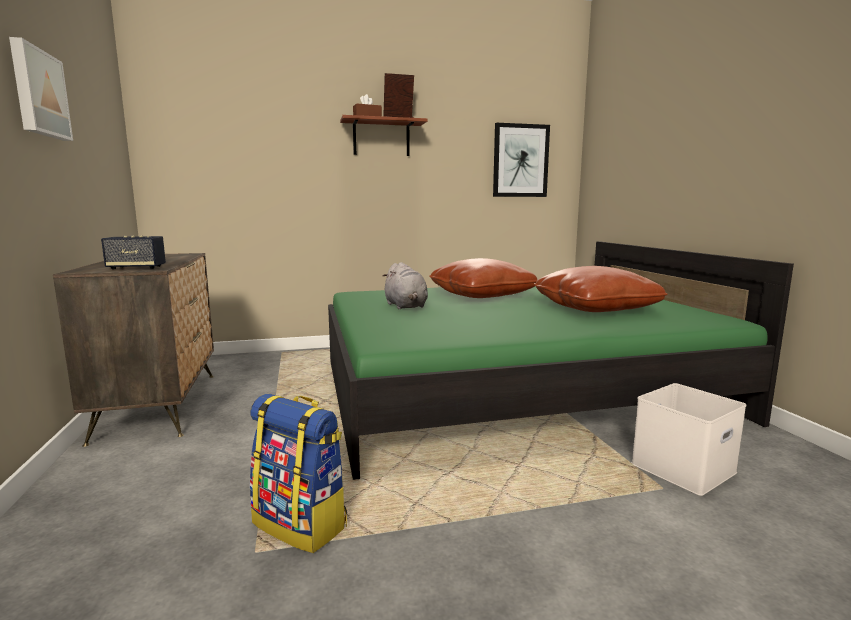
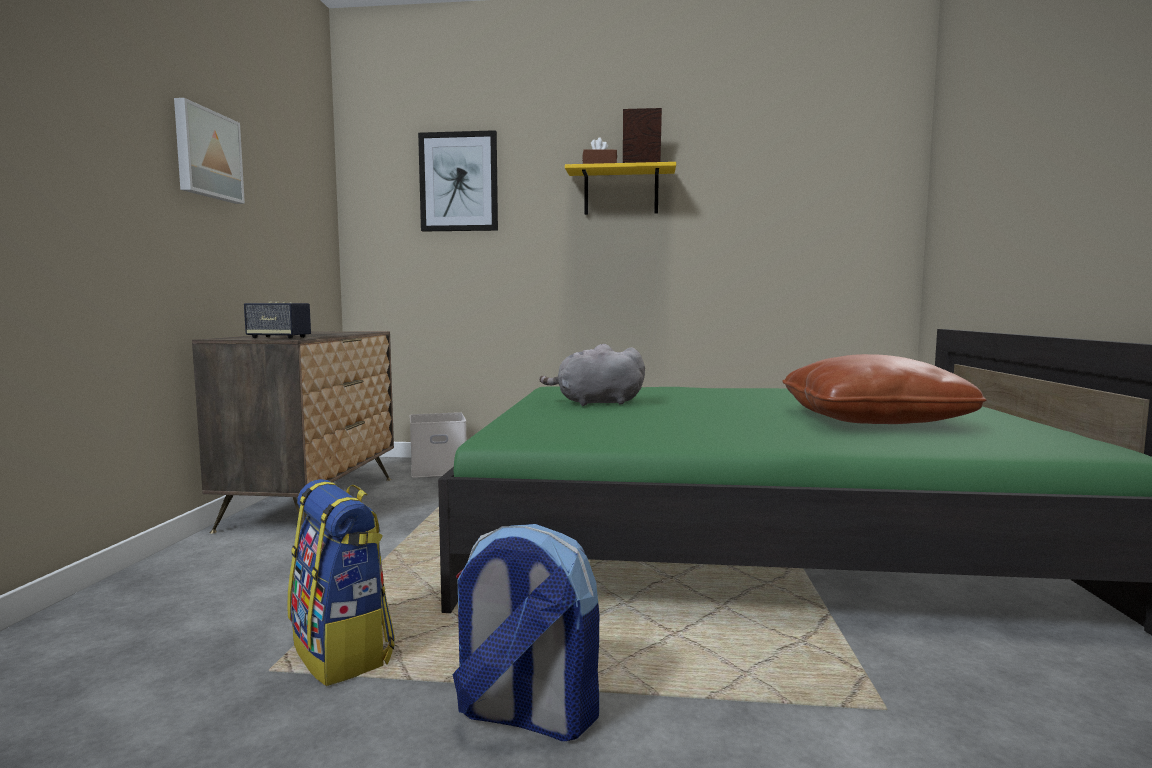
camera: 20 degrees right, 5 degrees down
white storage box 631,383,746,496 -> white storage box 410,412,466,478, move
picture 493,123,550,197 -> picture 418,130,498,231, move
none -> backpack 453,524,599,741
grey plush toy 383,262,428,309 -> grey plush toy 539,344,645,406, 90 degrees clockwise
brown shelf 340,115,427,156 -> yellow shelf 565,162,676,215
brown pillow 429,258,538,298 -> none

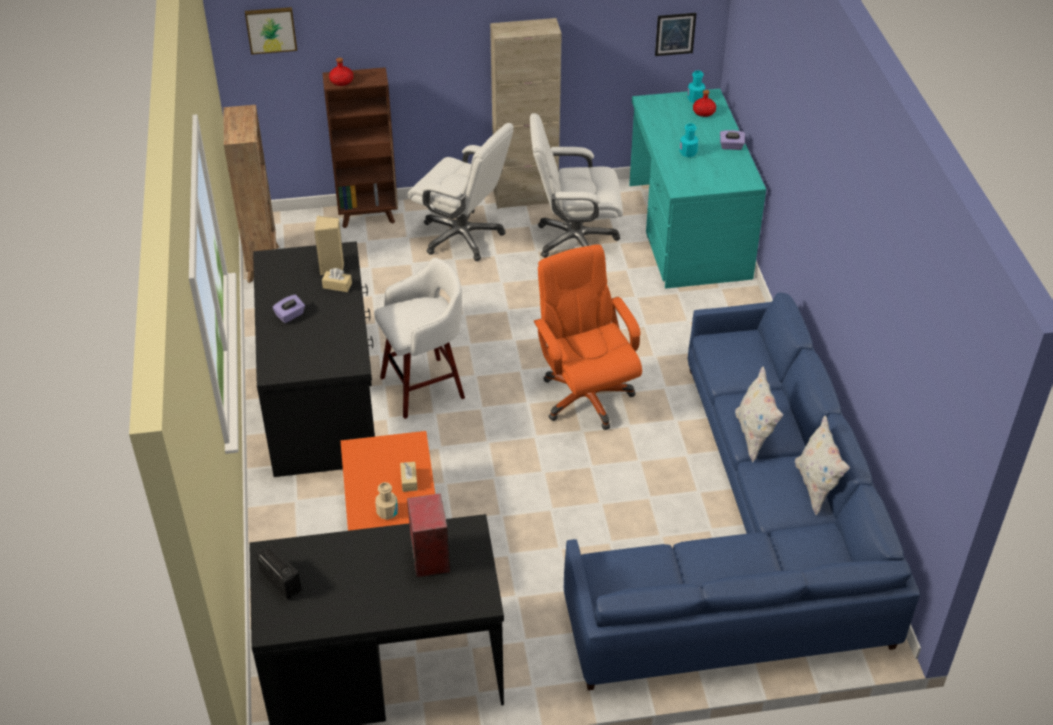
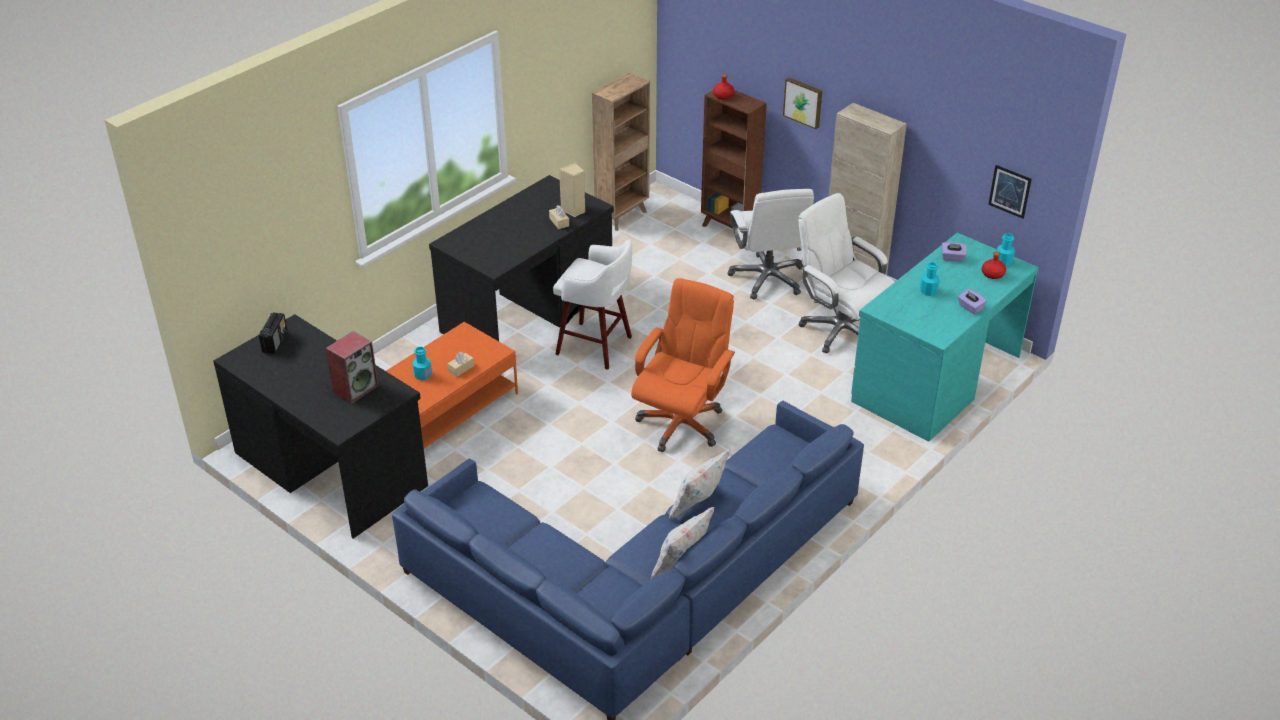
camera: 50 degrees right, 5 degrees down
beige bottle 375,482,398,520 -> turquoise bottle 412,347,432,380
picture 245,7,297,55 -> picture 783,77,822,129, move
purple tissue box 273,295,305,323 -> purple tissue box 942,242,967,262, move

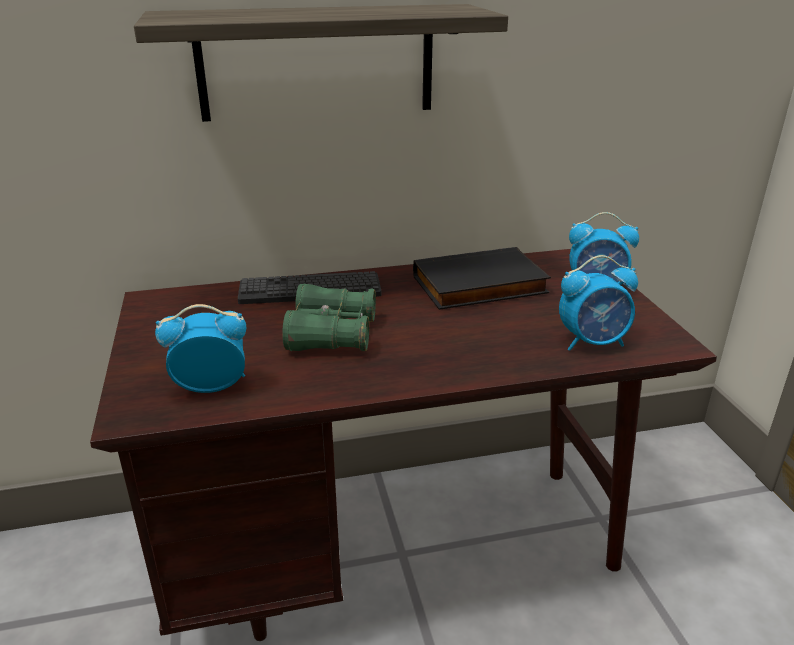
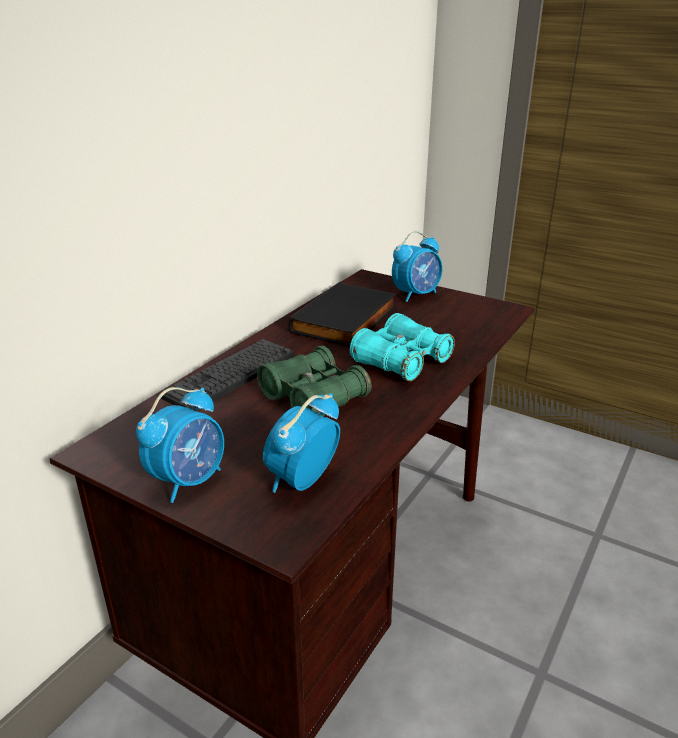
camera: 45 degrees left, 0 degrees up
alarm clock 559,255,638,351 -> alarm clock 136,387,224,503, move
none -> turquoise binoculars 350,313,455,381
shelf 134,4,508,122 -> none

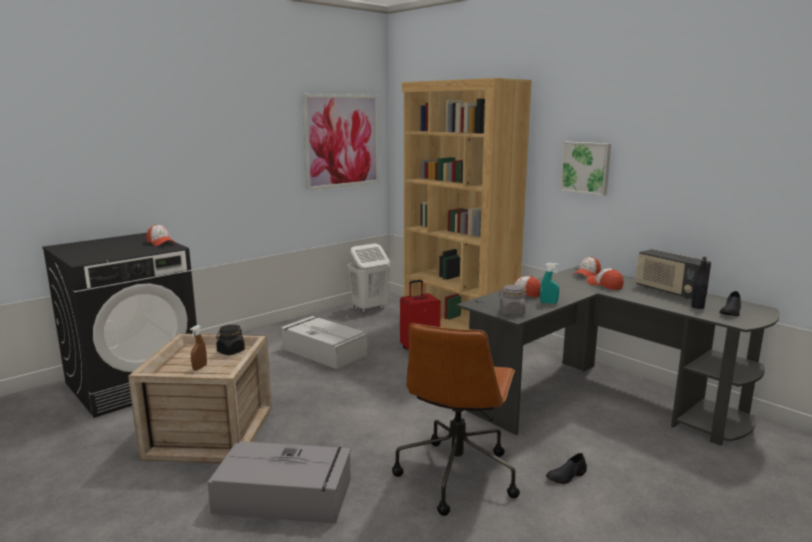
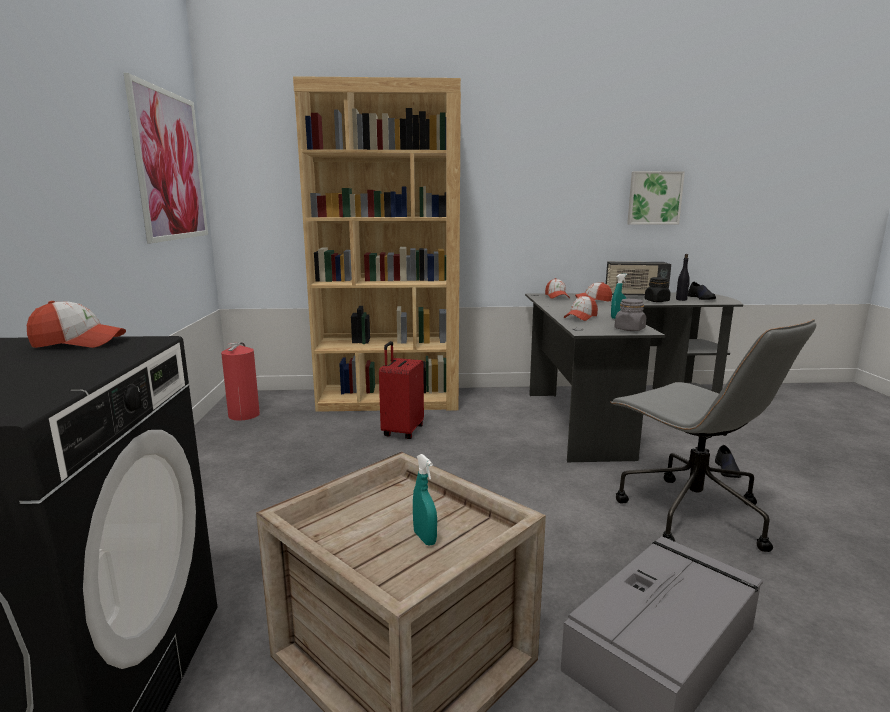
camera: 50 degrees left, 0 degrees up
white laundry basket 348,243,390,313 -> fire extinguisher 221,342,260,420
brown spray bottle 190,325,207,370 -> turquoise spray bottle 413,454,437,546
brown office chair 392,323,520,516 -> grey office chair 610,319,816,552
picture 560,141,611,196 -> picture 627,171,685,224, move
black jar 216,325,245,355 -> black jar 644,277,671,302, move
grey storage box 281,316,368,369 -> none

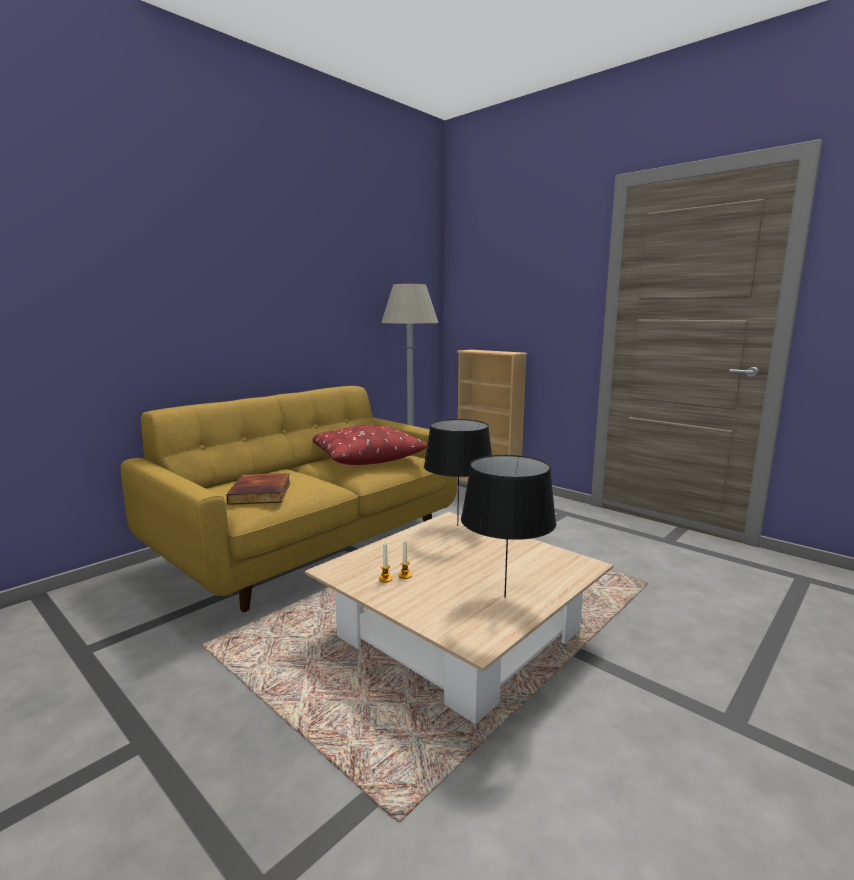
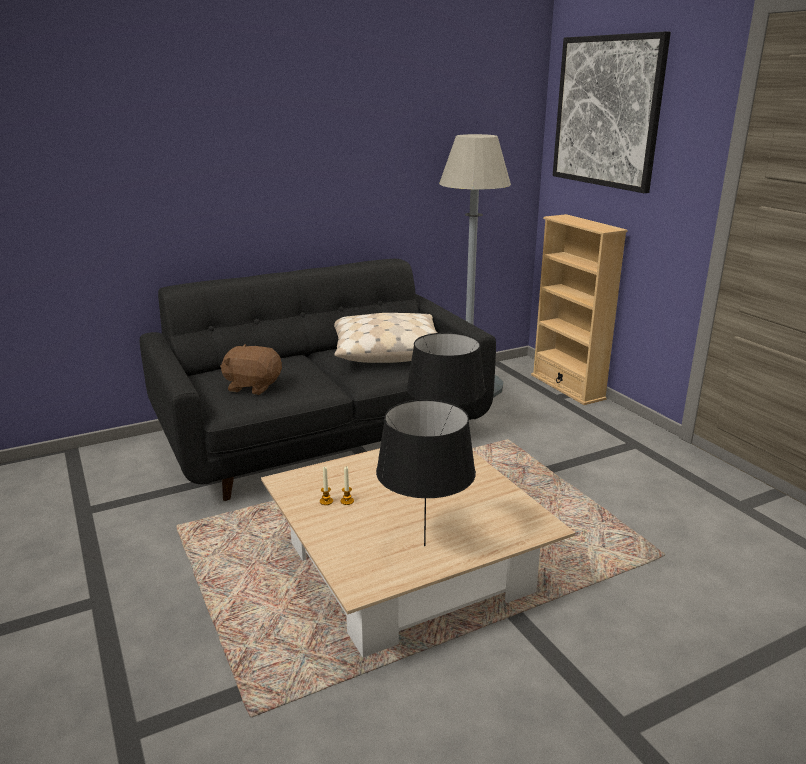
camera: 20 degrees right, 10 degrees up
yellow sofa 121,386,457,612 -> black sofa 140,259,496,501
book 226,473,291,505 -> brown plush toy 220,344,282,395
red pillow 313,425,427,465 -> beige pillow 334,313,438,363
none -> picture 553,32,671,193

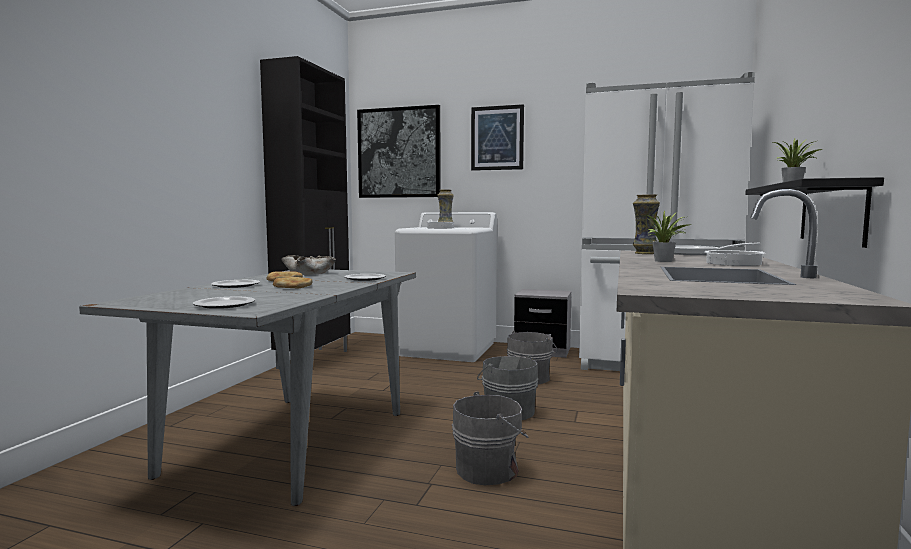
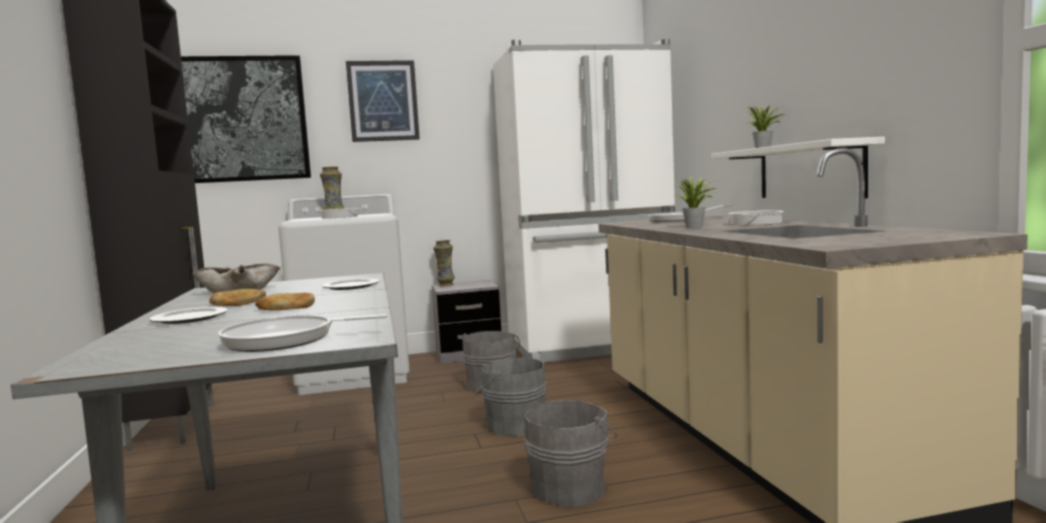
camera: 30 degrees left, 0 degrees up
plate 193,297,255,309 -> frying pan 218,314,387,352
vase 633,194,660,254 -> vase 433,240,455,286, move
black shelf 745,177,884,248 -> white shelf 711,137,885,198

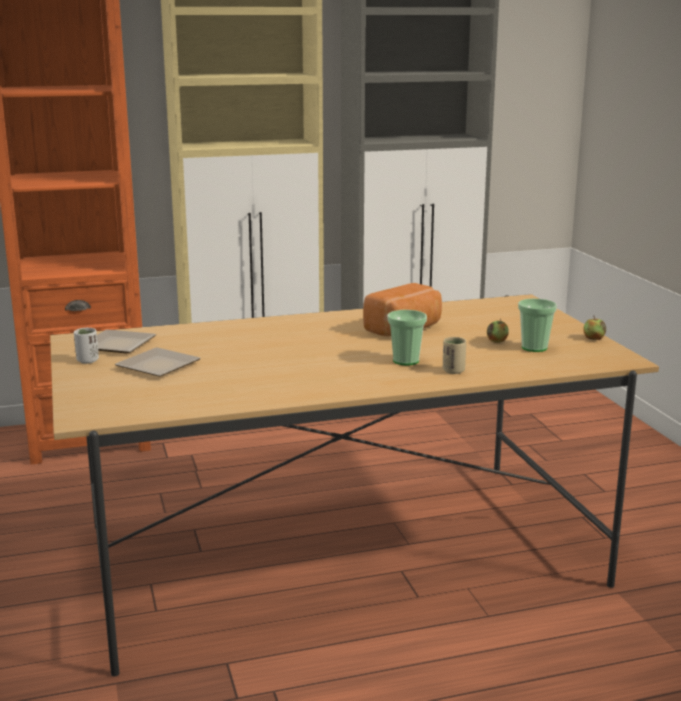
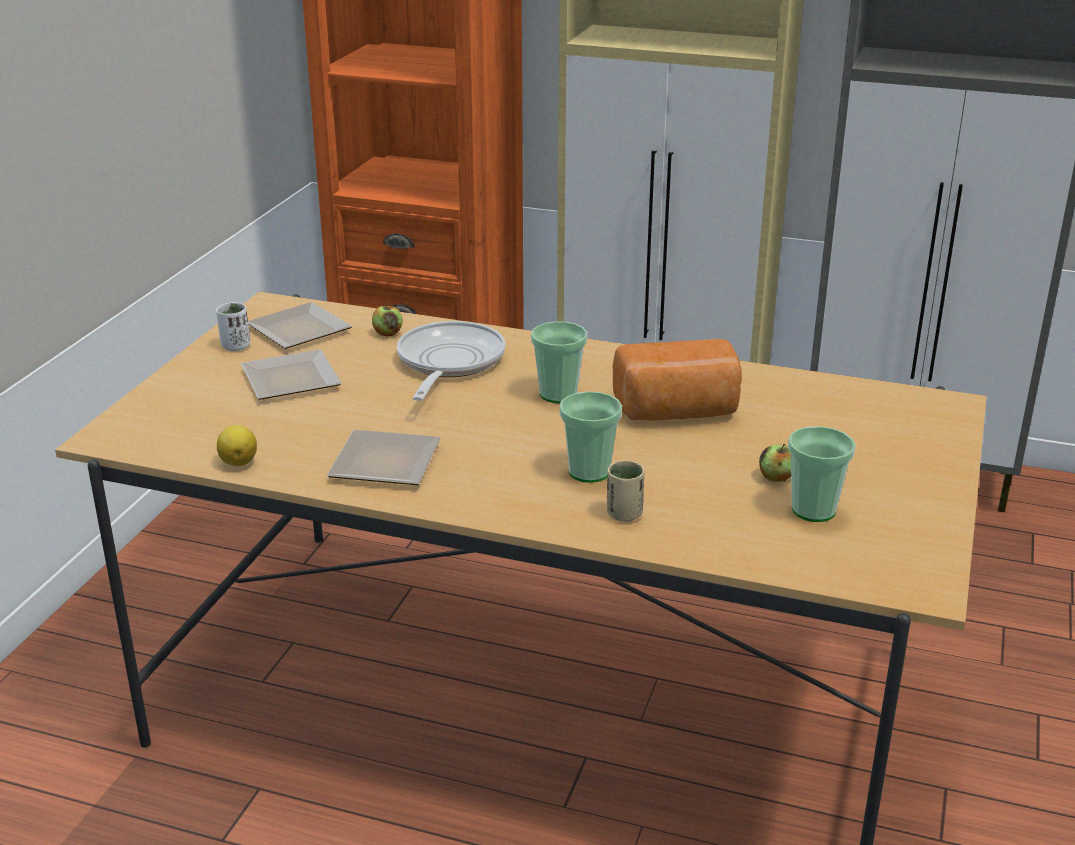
camera: 35 degrees right, 10 degrees up
none -> lemon 217,425,257,466
none -> plate 327,430,441,485
apple 583,317,606,340 -> apple 372,302,403,337, move
none -> frying pan 397,321,505,401
none -> cup 531,321,587,403

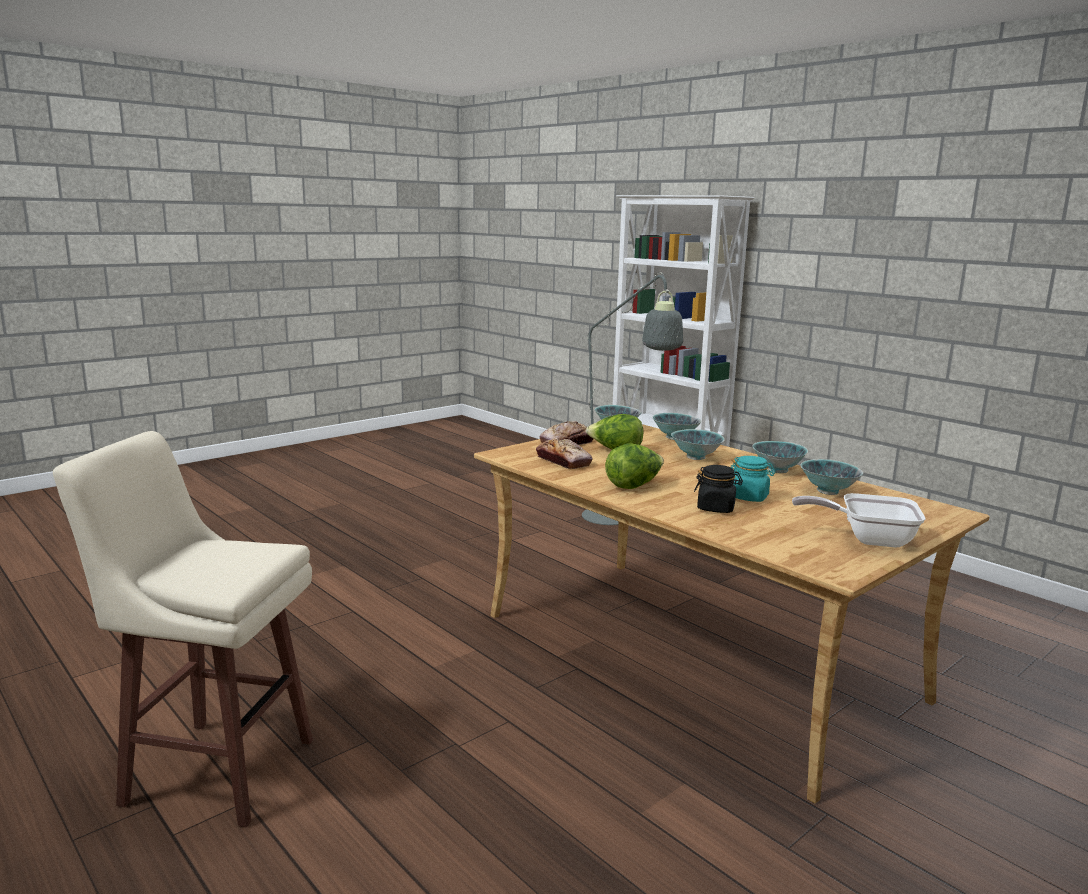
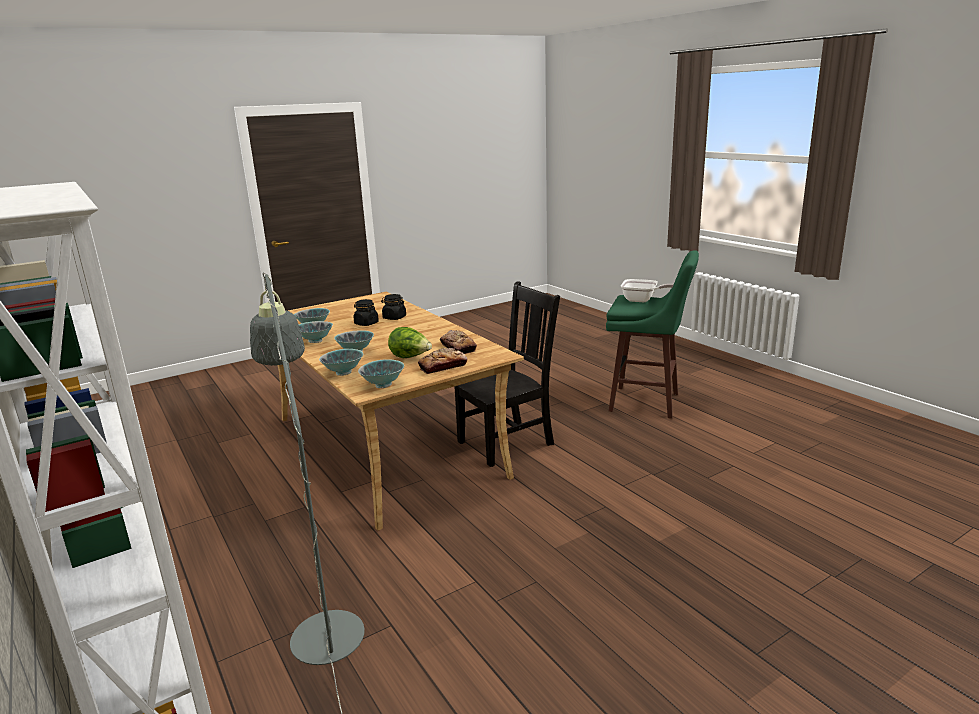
camera: 170 degrees left, 5 degrees up
turquoise jar 731,456,775,502 -> black jar 354,299,379,326
none -> black chair 454,281,560,467
beige stool 53,431,313,828 -> green stool 606,250,699,419
frying pan 792,493,925,548 -> frying pan 621,279,674,302, move
lettuce 605,443,664,489 -> none

